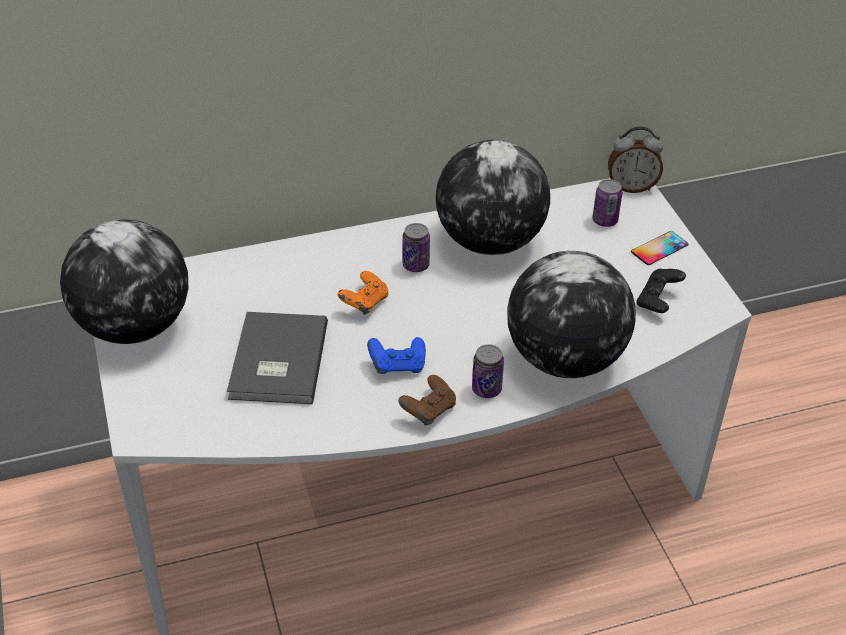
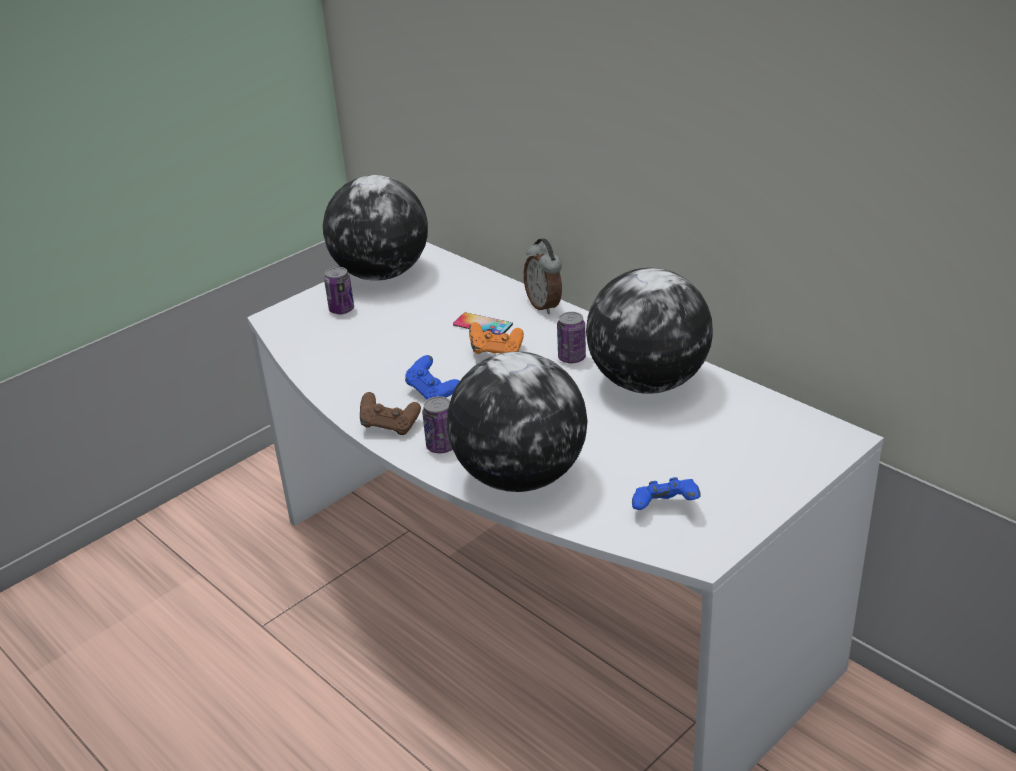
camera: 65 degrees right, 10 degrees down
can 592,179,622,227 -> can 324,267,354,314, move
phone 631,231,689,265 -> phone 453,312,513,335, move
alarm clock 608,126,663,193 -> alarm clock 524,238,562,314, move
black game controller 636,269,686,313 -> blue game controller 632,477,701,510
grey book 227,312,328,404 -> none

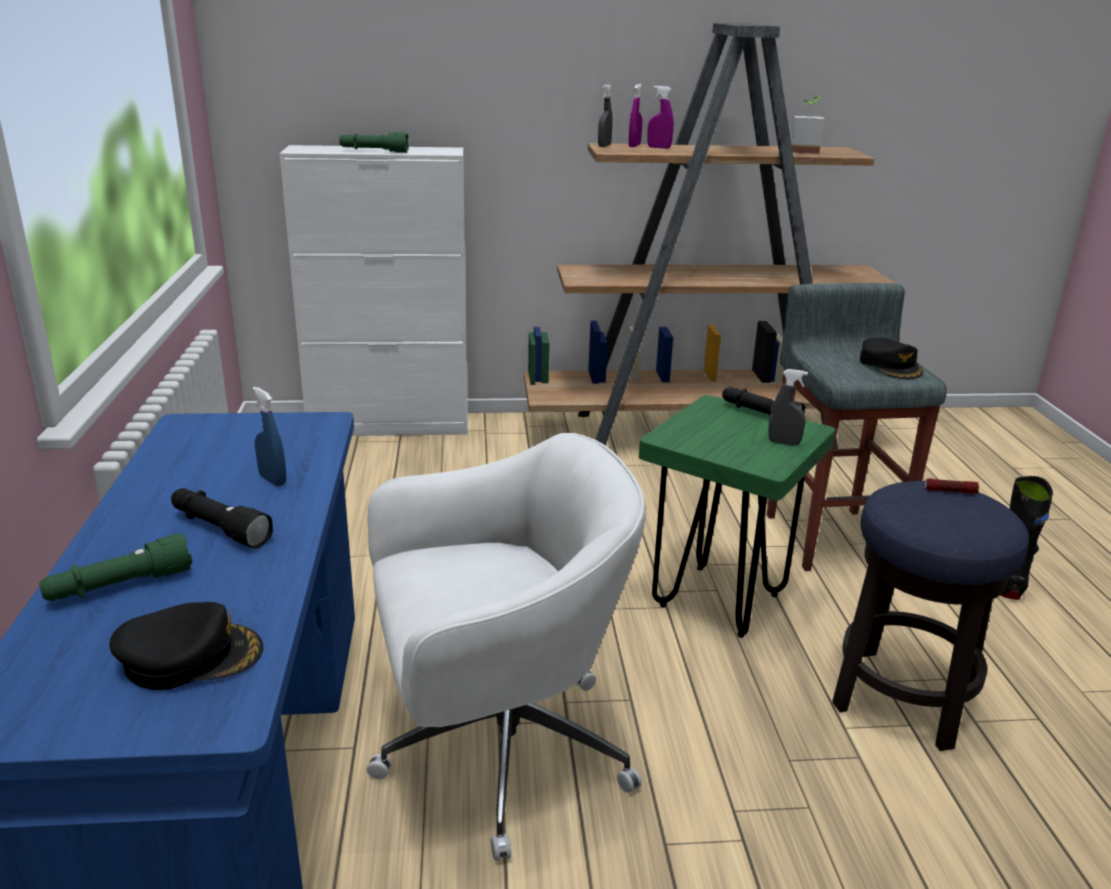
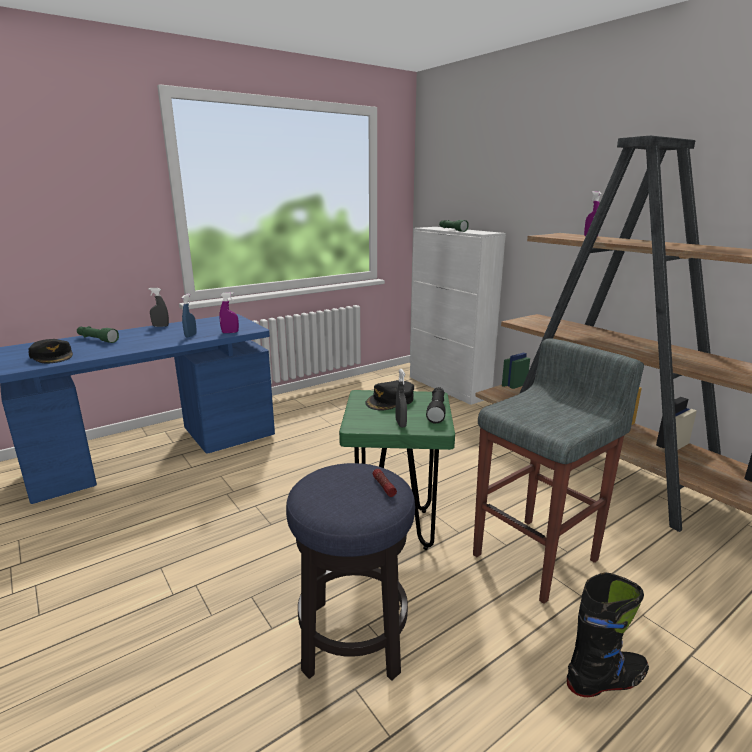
camera: 60 degrees right, 5 degrees down
grey spray bottle 598,84,612,147 -> grey spray bottle 148,288,169,327, move
purple spray bottle 629,84,642,147 -> purple spray bottle 219,292,239,333, move
black cap 860,337,923,379 -> black cap 365,380,414,411, move
black flashlight 171,488,273,548 -> none
white office chair 367,433,646,861 -> none
potted plant 791,97,824,154 -> none

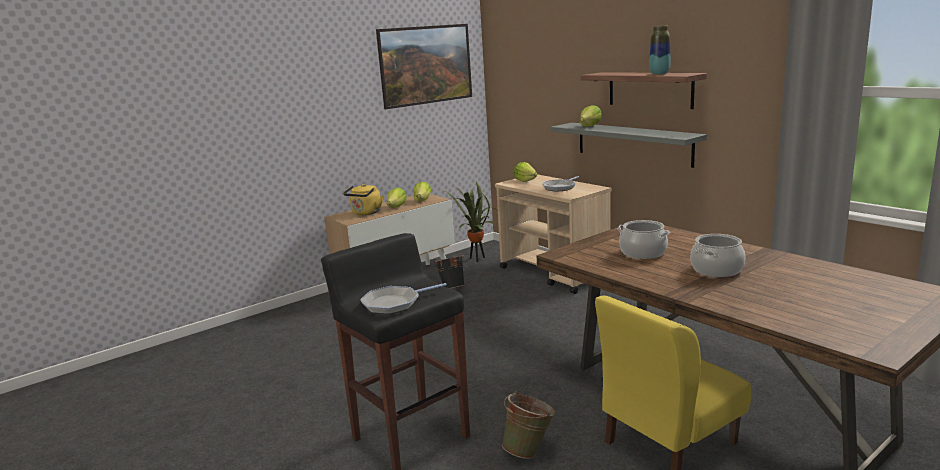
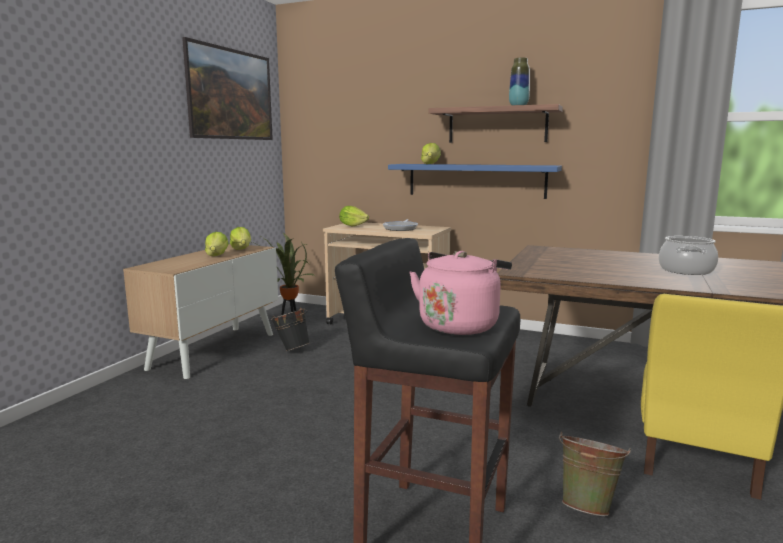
camera: 30 degrees left, 5 degrees down
grey shelf 550,123,707,168 -> blue shelf 388,164,562,199
frying pan 360,283,447,314 -> pink kettle 409,251,512,335
yellow kettle 343,184,383,215 -> none
cooking pot 618,220,670,259 -> none

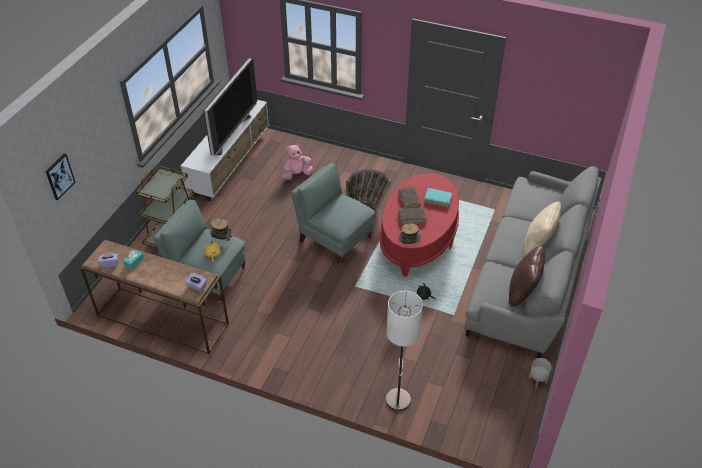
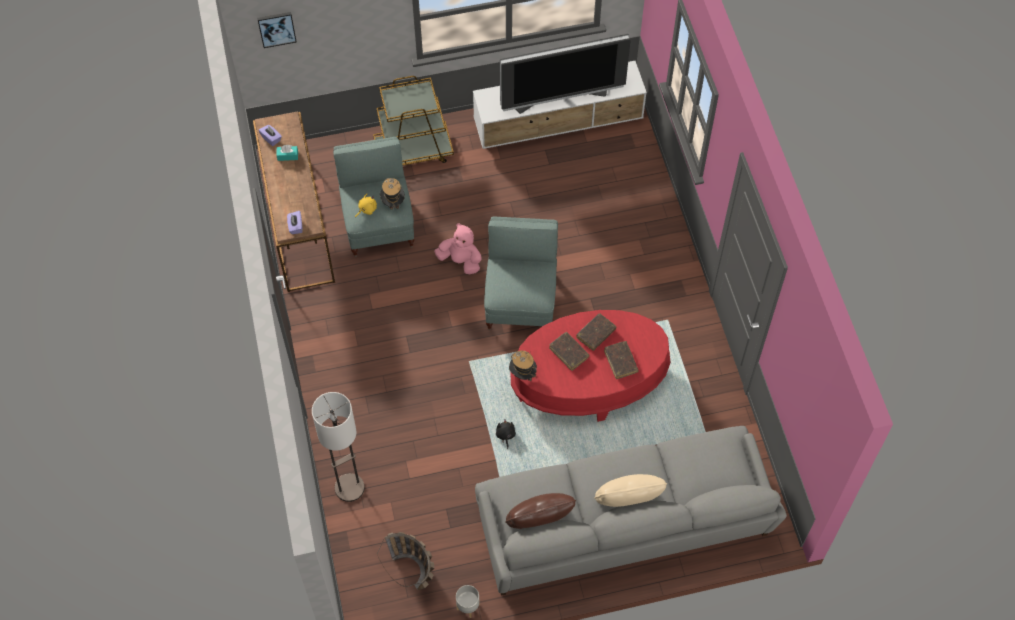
camera: 55 degrees right, 15 degrees up
basket 346,170,391,209 -> basket 377,532,434,590, move
pink plush toy 282,144,313,180 -> pink plush toy 434,223,482,274, move
turquoise book 424,188,452,207 -> brown book 604,341,639,379

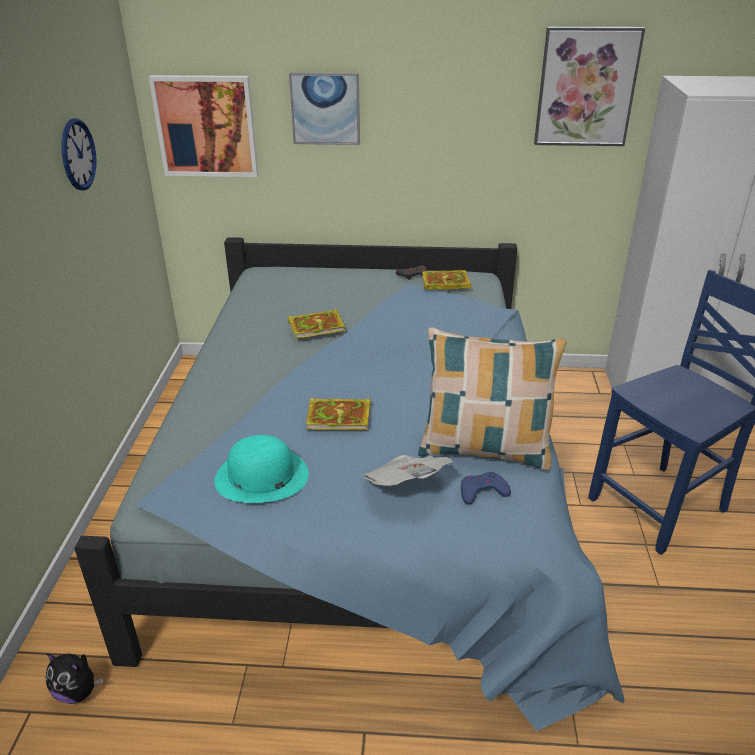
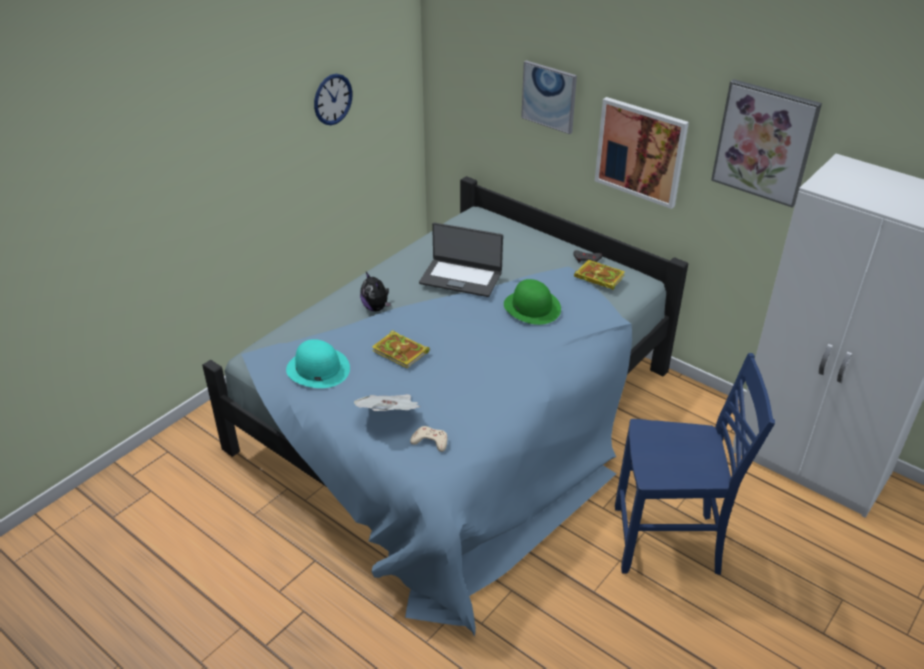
camera: 35 degrees right, 5 degrees up
plush toy 46,653,104,704 -> plush toy 360,272,391,311, move
blue game controller 461,472,511,504 -> beige game controller 410,426,447,452
book 287,309,345,339 -> laptop 419,223,503,297
none -> green hat 504,279,561,325
picture 149,75,258,177 -> picture 595,97,689,209, move
pillow 418,327,566,470 -> none

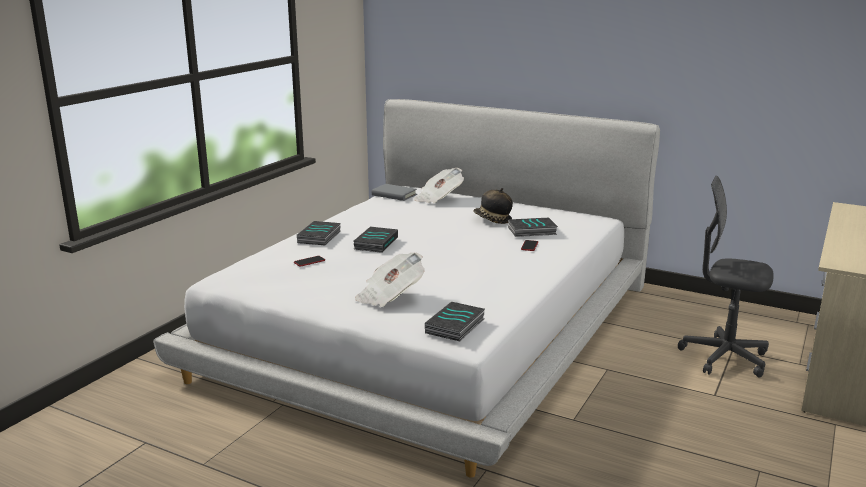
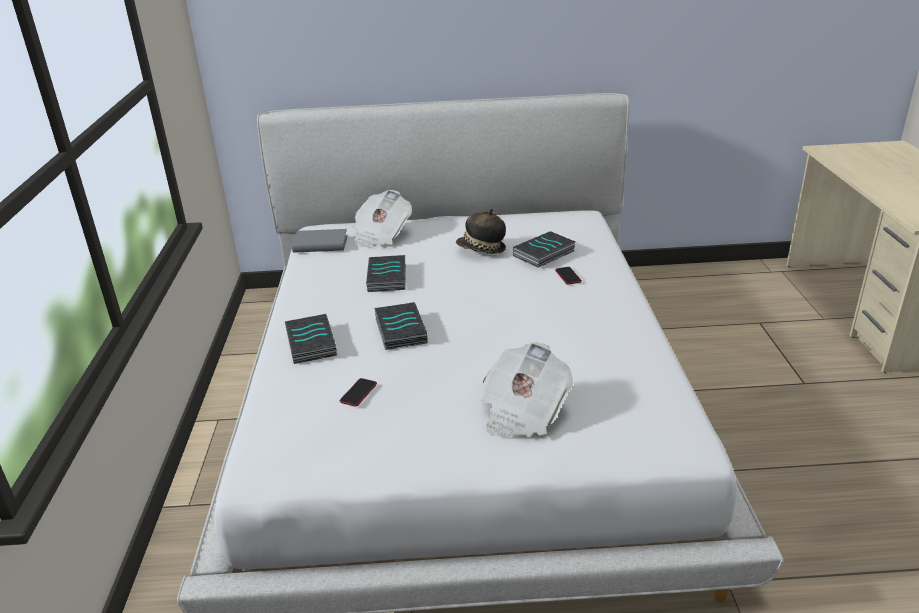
camera: 30 degrees left, 10 degrees up
book 425,302,485,341 -> book 366,255,406,292, move
grey office chair 678,176,774,378 -> none

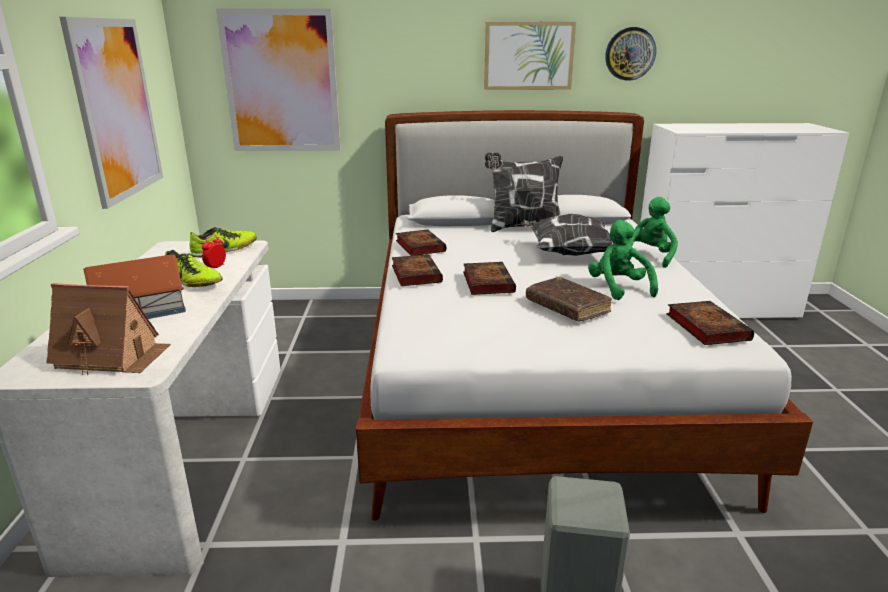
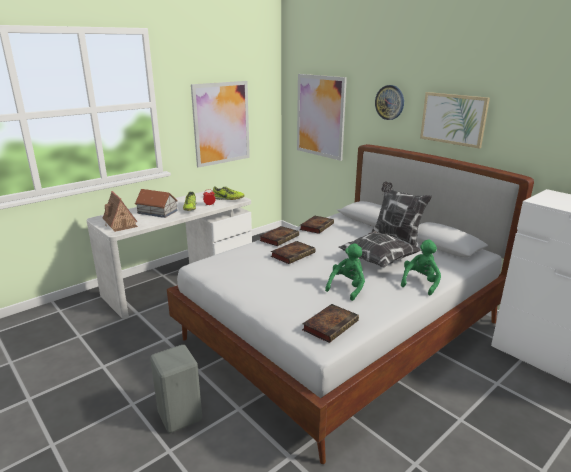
camera: 50 degrees right, 0 degrees up
wall clock 605,27,656,81 -> wall clock 375,85,404,120, move
green plush toy 628,197,678,268 -> green plush toy 401,239,441,295, 45 degrees counterclockwise
brown book 526,277,612,321 -> none

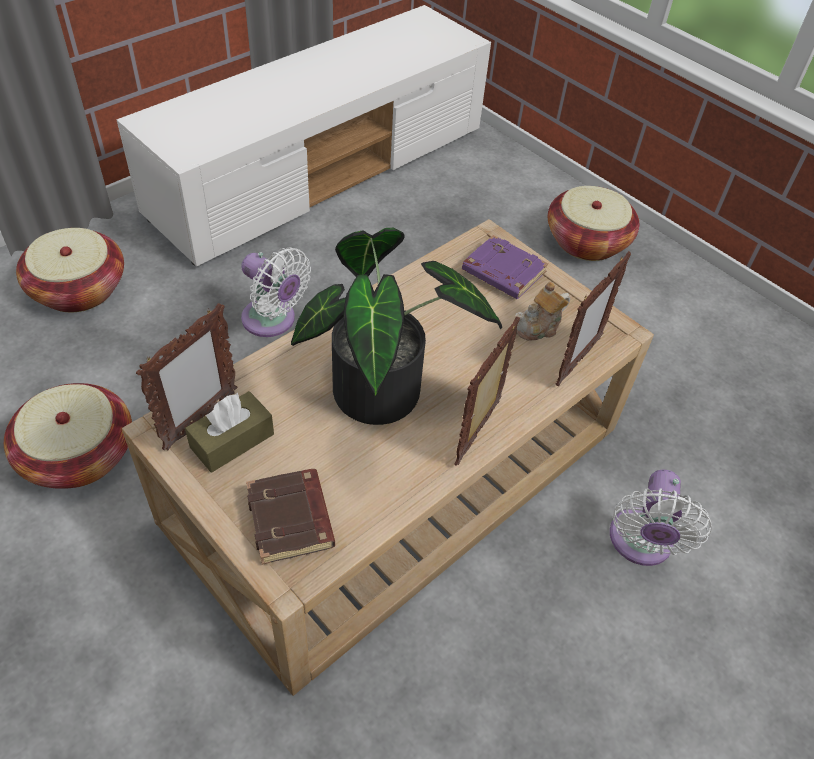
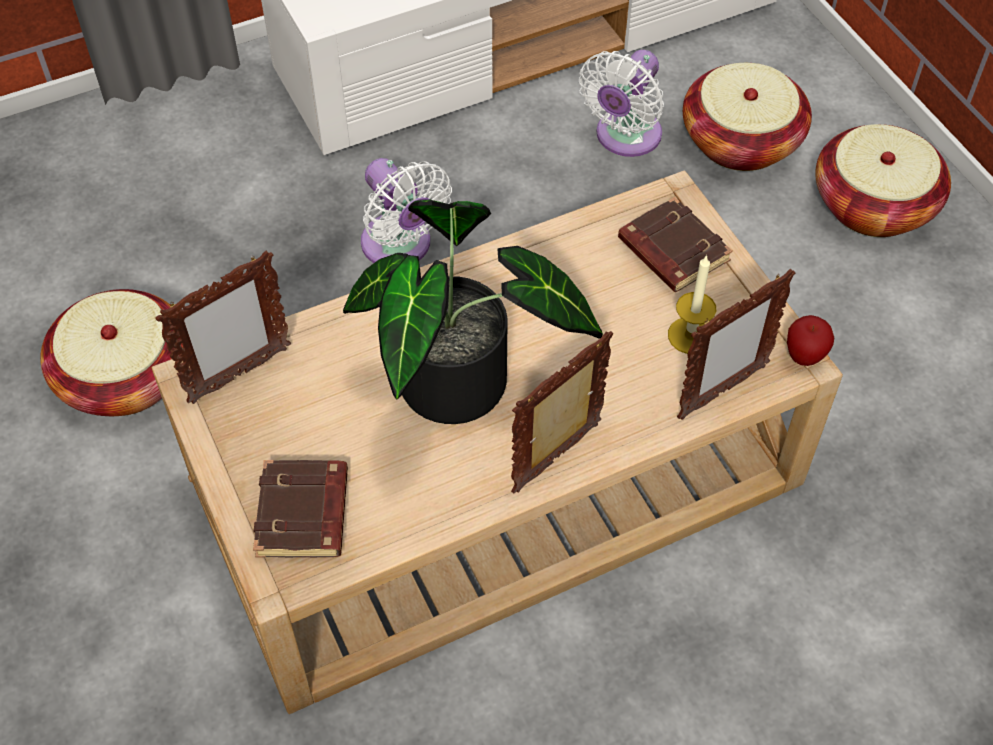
camera: 20 degrees right, 5 degrees up
white fan 610,470,712,566 -> white fan 579,50,664,157, move
purple book 462,235,548,299 -> brown book 618,197,733,292
teapot 515,282,570,340 -> candle 668,255,716,354
basket 16,228,124,312 -> basket 683,63,812,171, move
none -> apple 787,315,834,366
brown tissue box 185,391,274,473 -> none

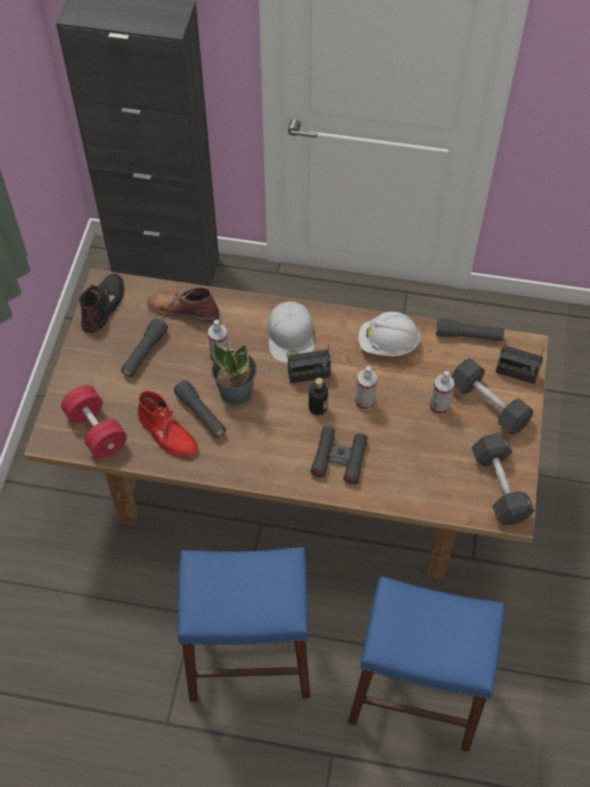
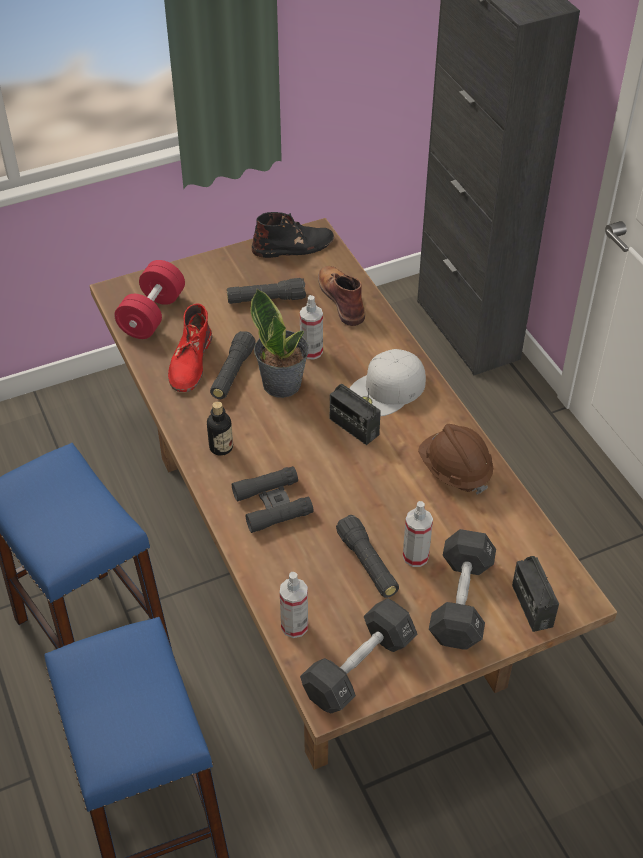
camera: 55 degrees right, 10 degrees down
bottle 309,378,328,415 -> bottle 207,401,233,456, move
spray bottle 355,366,377,410 -> spray bottle 280,572,308,638, move
black flashlight 436,318,504,341 -> black flashlight 336,515,399,598, move
white hard hat 359,312,421,356 -> brown hard hat 418,424,493,494

